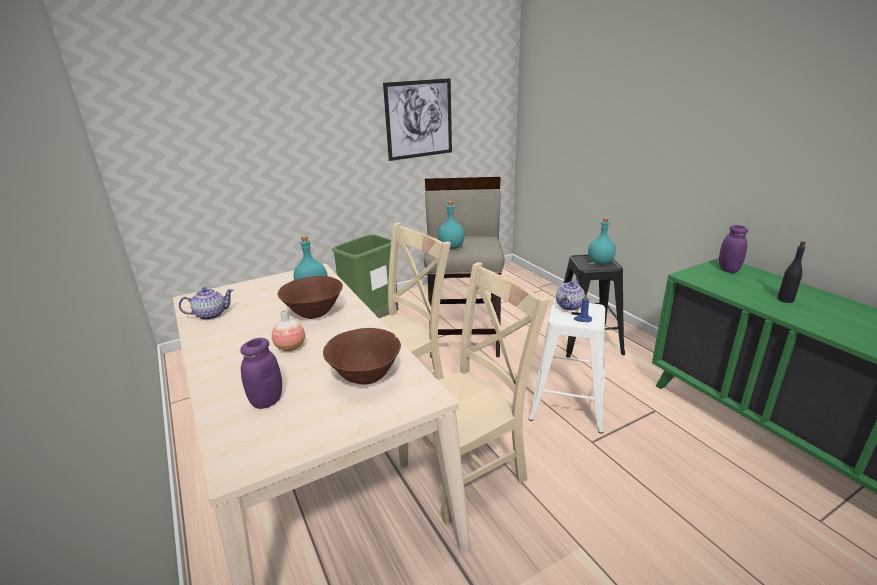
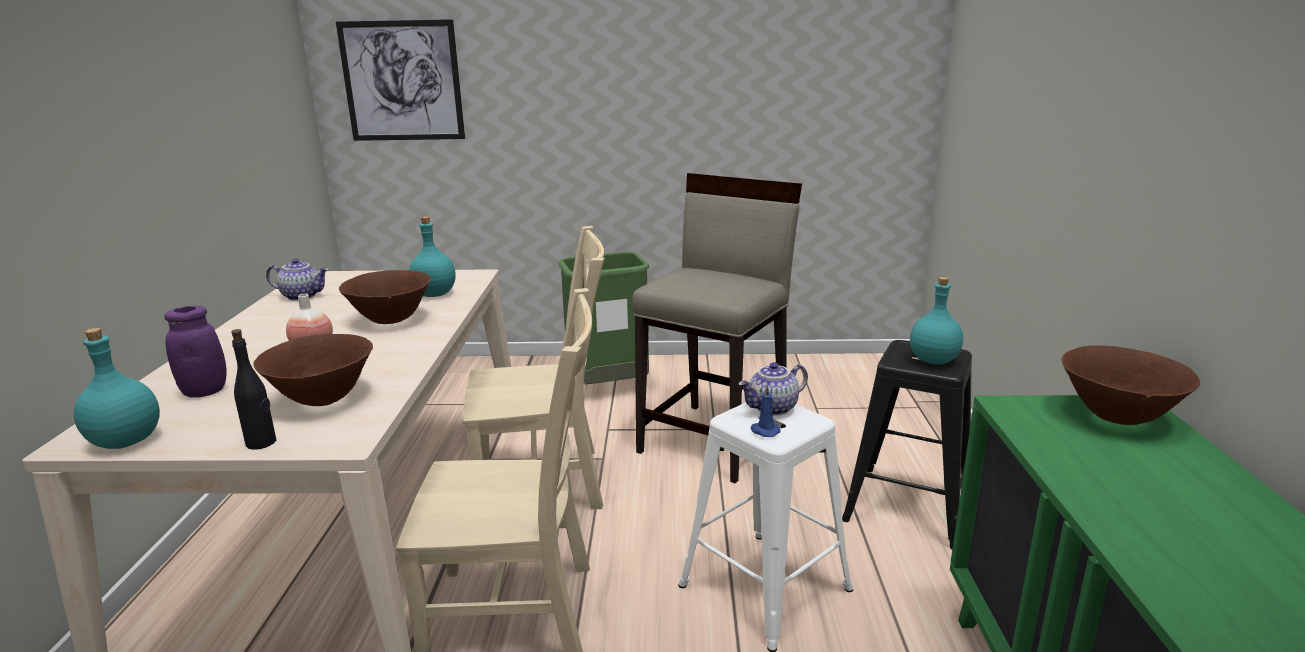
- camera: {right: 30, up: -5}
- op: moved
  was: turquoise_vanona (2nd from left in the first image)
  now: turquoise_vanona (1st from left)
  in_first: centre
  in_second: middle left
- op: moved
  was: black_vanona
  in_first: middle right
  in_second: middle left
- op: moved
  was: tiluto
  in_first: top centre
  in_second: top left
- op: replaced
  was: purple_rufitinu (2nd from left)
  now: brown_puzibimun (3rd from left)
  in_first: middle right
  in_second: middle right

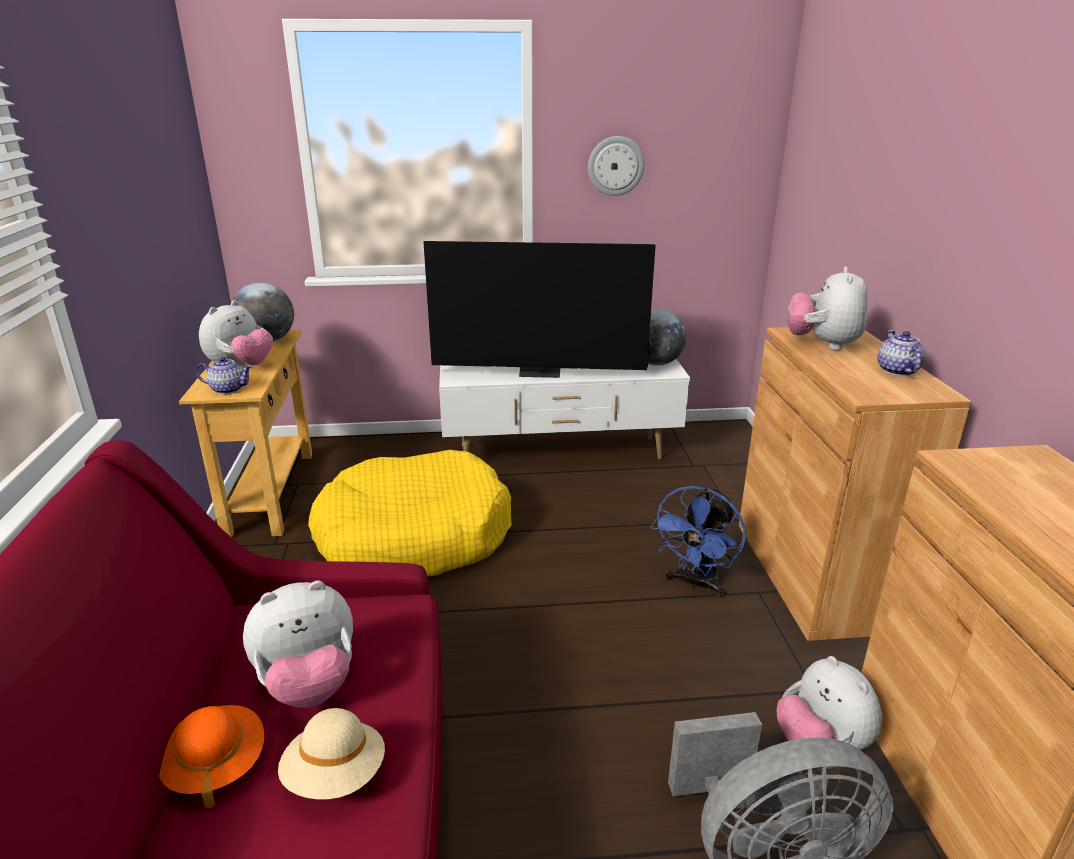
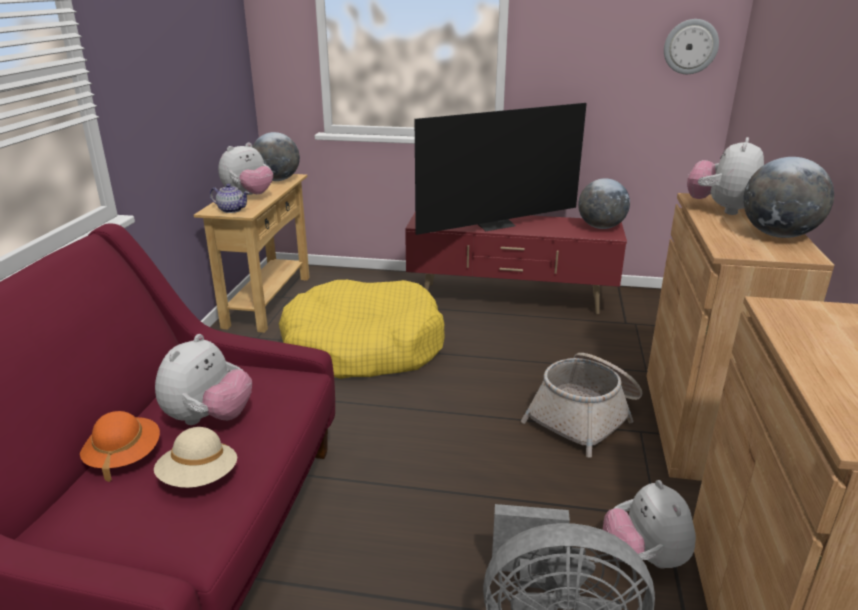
- camera: {right: 15, up: 0}
- op: turned
  was: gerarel (2nd from left in the first image)
  in_first: bottom left
  in_second: middle left
  clockwise: -60
- op: recoloured
  was: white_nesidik
  now: red_nesidik
  in_first: centre
  in_second: centre
- op: turned
  was: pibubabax
  in_first: centre
  in_second: top centre
  clockwise: -45
- op: replaced
  was: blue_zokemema
  now: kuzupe
  in_first: centre
  in_second: middle right
- op: moved
  was: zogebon
  in_first: top centre
  in_second: top right
- op: replaced
  was: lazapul (2nd from left)
  now: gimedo (3rd from left)
  in_first: middle right
  in_second: top right

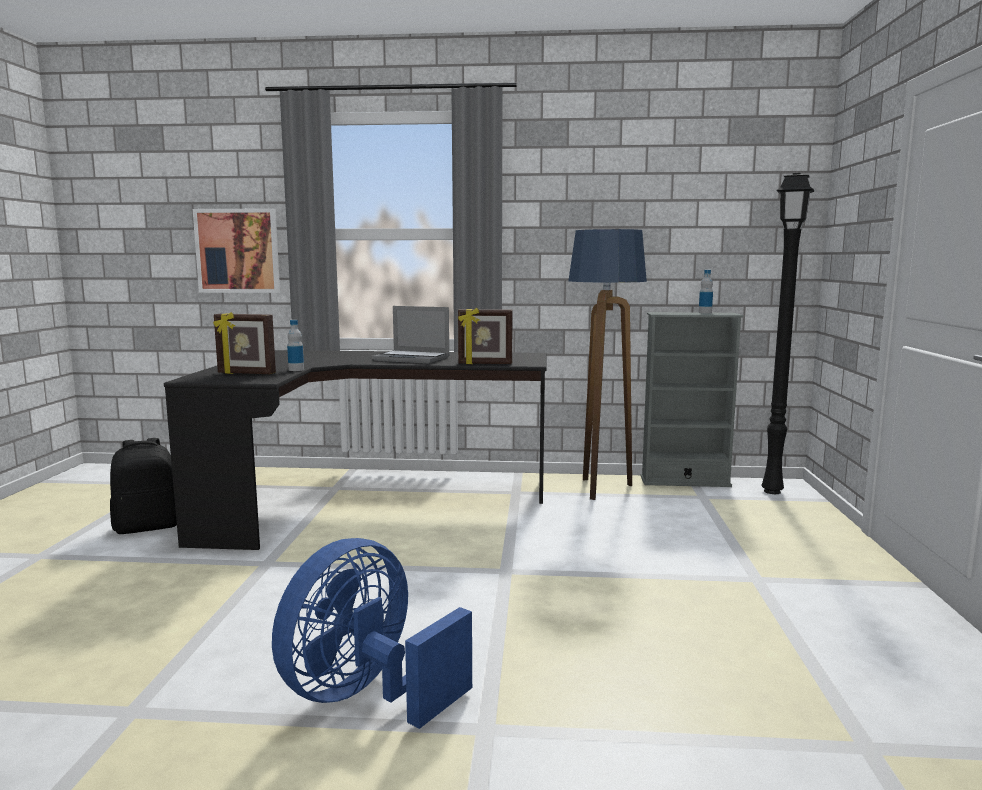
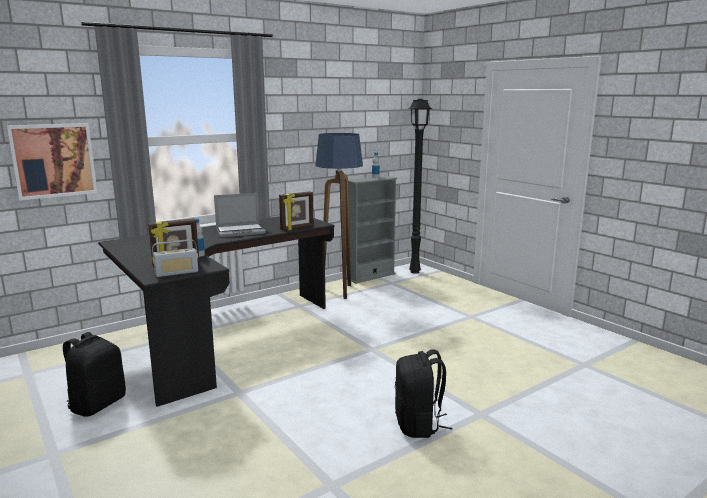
- camera: {right: -40, up: 5}
- op: added
  now: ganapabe
  in_second: middle left
- op: replaced
  was: blue_zokemema
  now: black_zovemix (2nd from left)
  in_first: bottom centre
  in_second: bottom centre

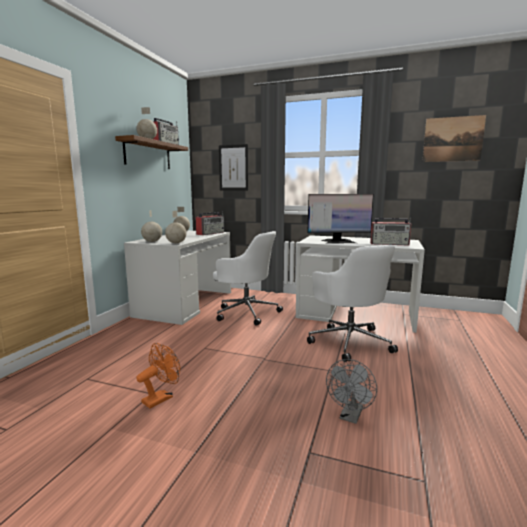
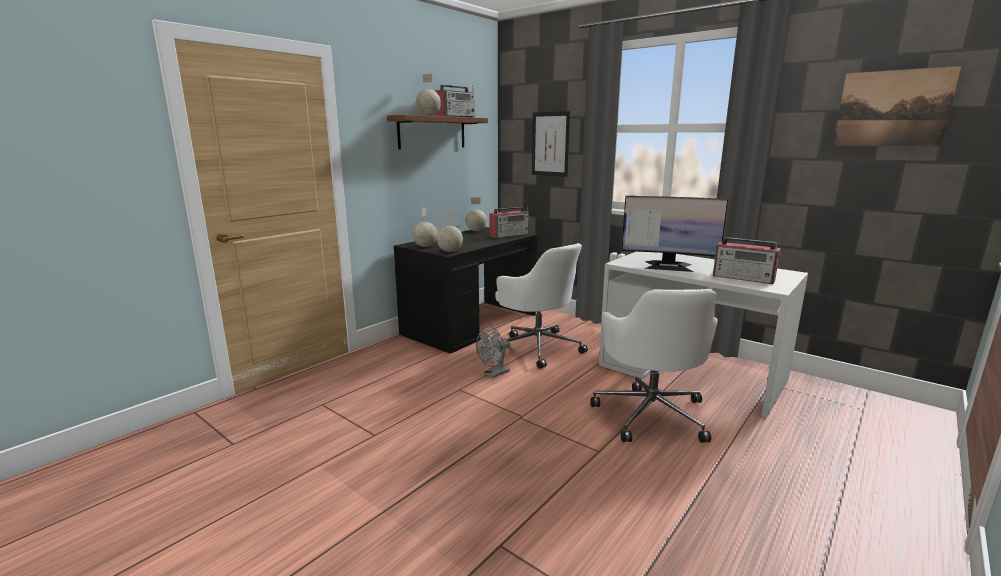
- camera: {right: 20, up: 5}
- op: recoloured
  was: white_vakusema (1st from left)
  now: black_vakusema
  in_first: centre
  in_second: centre
- op: moved
  was: grey_zokemema
  in_first: bottom centre
  in_second: centre
- op: removed
  was: orange_zokemema
  in_first: bottom left

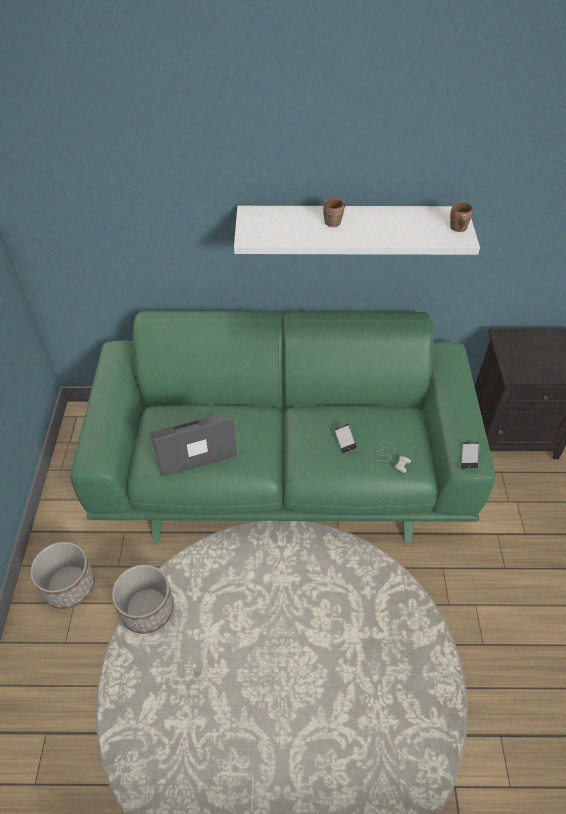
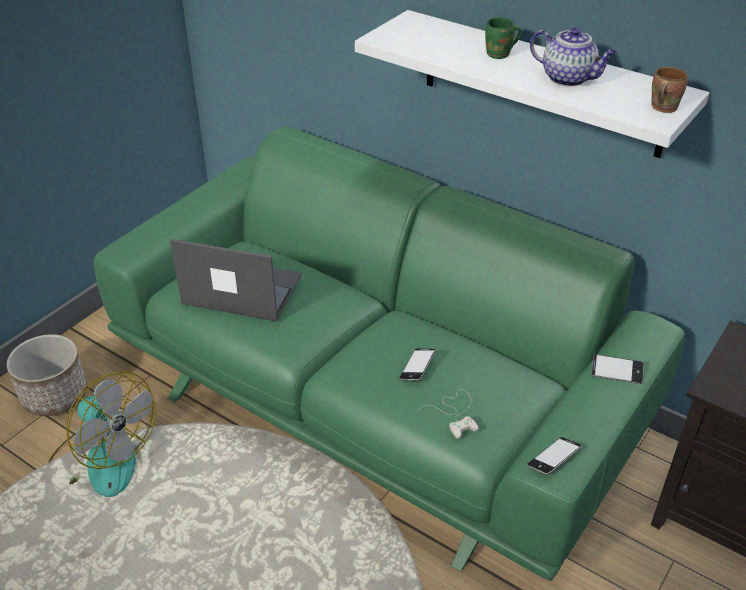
- camera: {right: 35, up: -10}
- op: replaced
  was: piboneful (2nd from left)
  now: zokemema
  in_first: bottom left
  in_second: bottom left
- op: recoloured
  was: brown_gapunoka (1st from left)
  now: green_gapunoka
  in_first: top centre
  in_second: top right
- op: added
  now: lazapul
  in_second: top right
- op: added
  now: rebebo (3rd from left)
  in_second: middle right

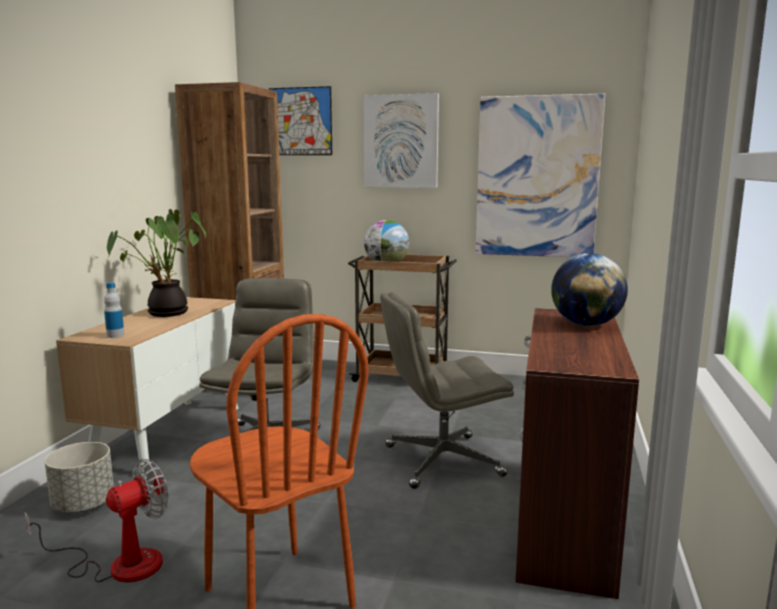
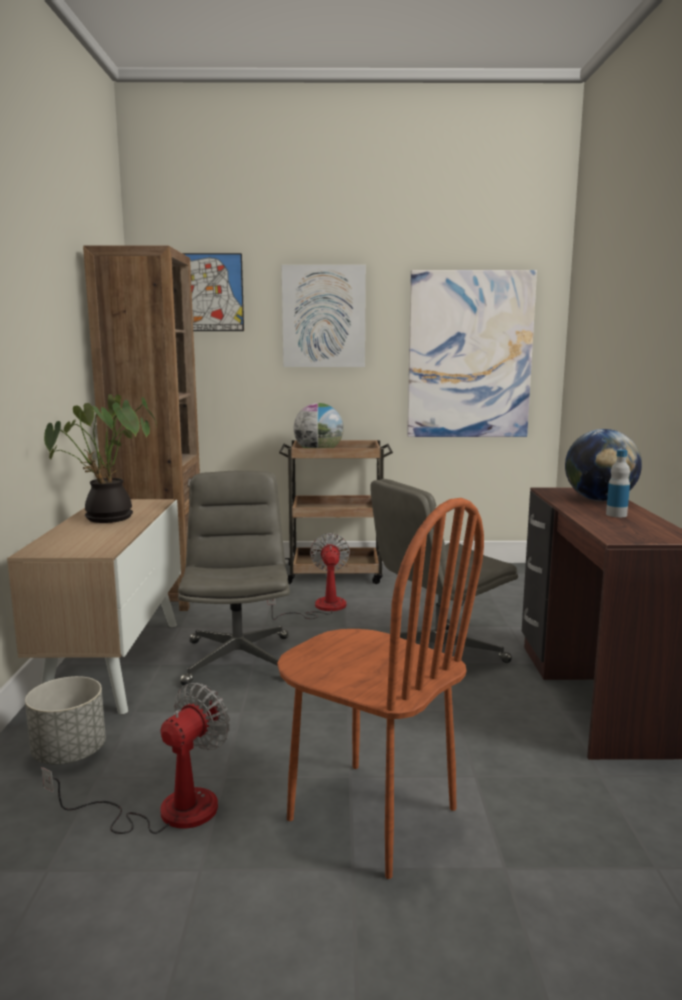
- camera: {right: -15, up: 0}
- op: added
  now: zokemema (2nd from left)
  in_second: centre
- op: moved
  was: vanona
  in_first: middle left
  in_second: middle right

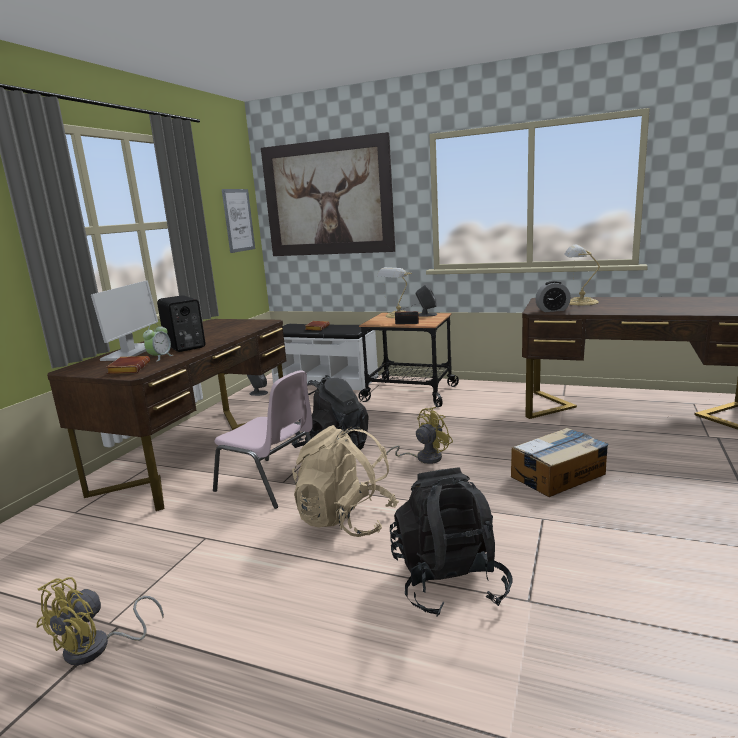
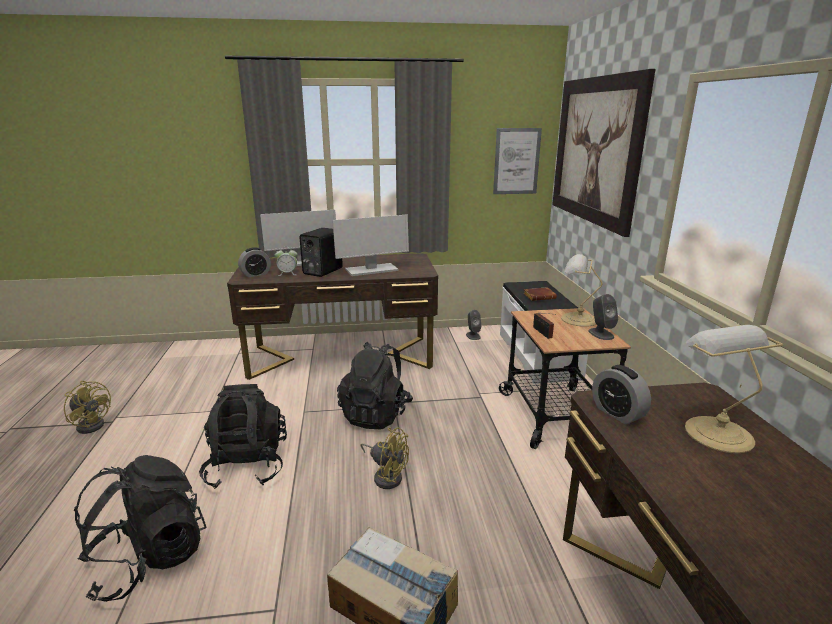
- camera: {right: 60, up: 5}
- op: turned
  was: yellow_zokemema (1st from left)
  in_first: bottom left
  in_second: middle left
  clockwise: -150
- op: recoloured
  was: beige_zovemix
  now: black_zovemix (2nd from left)
  in_first: centre
  in_second: bottom left
- op: replaced
  was: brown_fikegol (1st from left)
  now: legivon (1st from left)
  in_first: middle left
  in_second: middle left
- op: added
  now: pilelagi (2nd from left)
  in_second: centre
- op: removed
  was: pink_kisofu
  in_first: centre

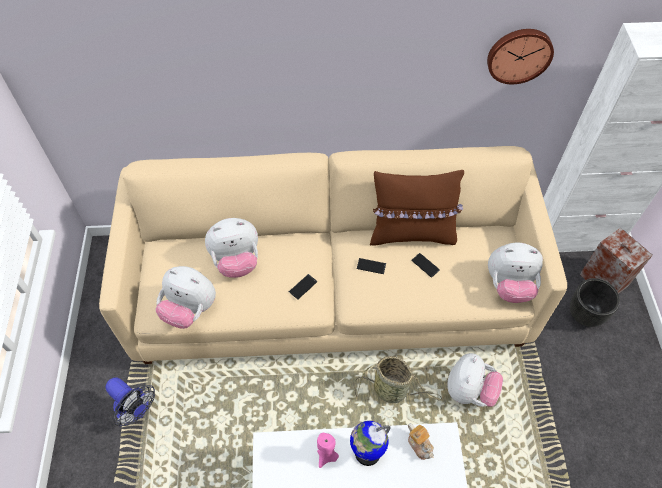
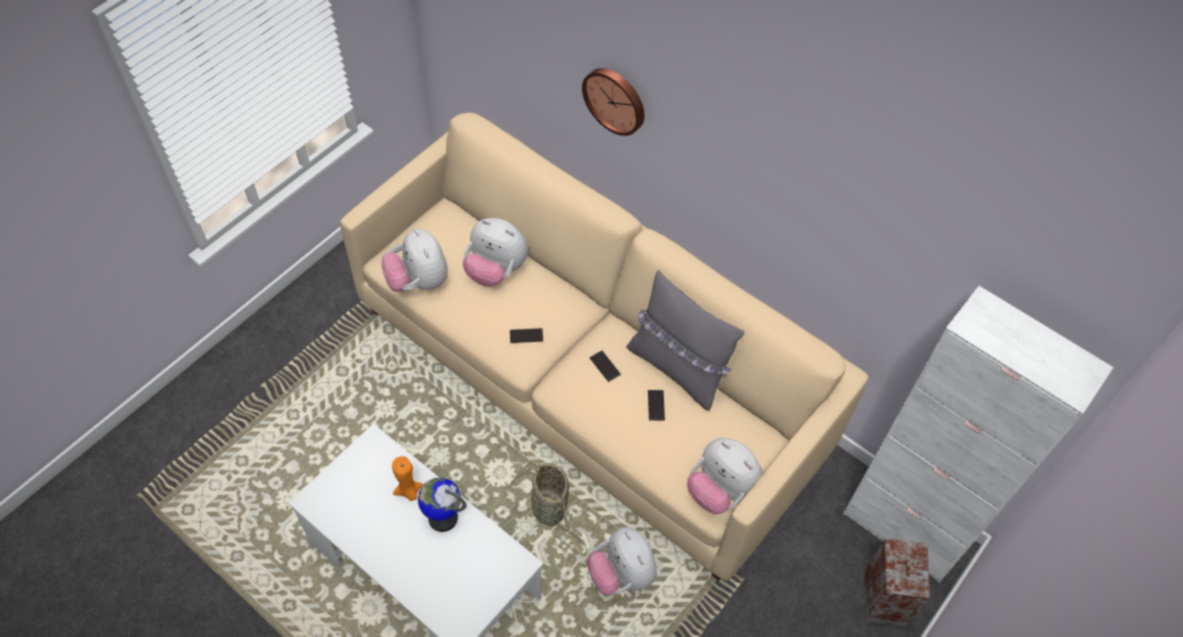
- camera: {right: 40, up: 0}
- op: recoloured
  was: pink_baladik
  now: orange_baladik
  in_first: bottom centre
  in_second: bottom centre
- op: moved
  was: zogebon
  in_first: top right
  in_second: top centre
- op: turned
  was: gerarel (3rd from left)
  in_first: bottom right
  in_second: bottom centre
  clockwise: 90
- op: recoloured
  was: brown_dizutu
  now: grey_dizutu
  in_first: centre
  in_second: centre
- op: removed
  was: zokemema
  in_first: bottom left
- op: removed
  was: lazapul
  in_first: bottom centre
- op: removed
  was: black_piboneful
  in_first: middle right

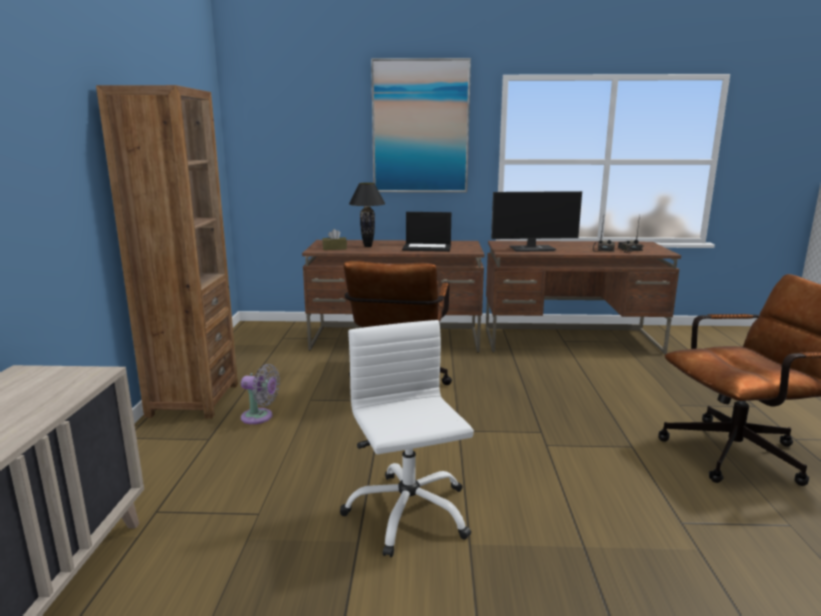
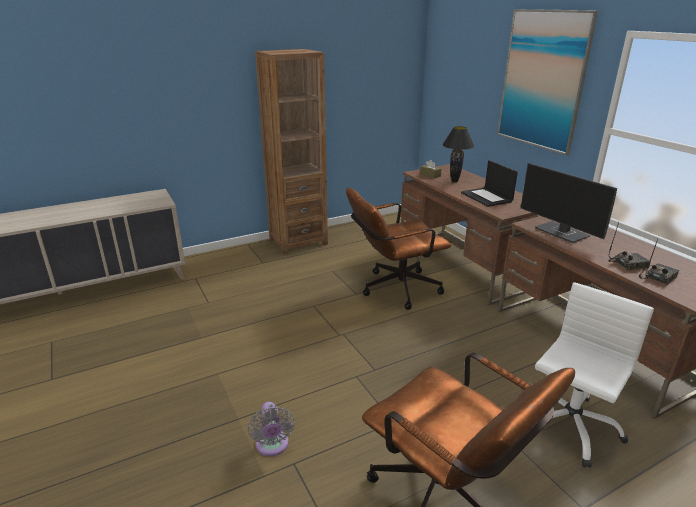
- camera: {right: 60, up: 10}
- op: moved
  was: grey_zokemema
  in_first: middle left
  in_second: bottom centre
- op: moved
  was: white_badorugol
  in_first: bottom centre
  in_second: bottom right

